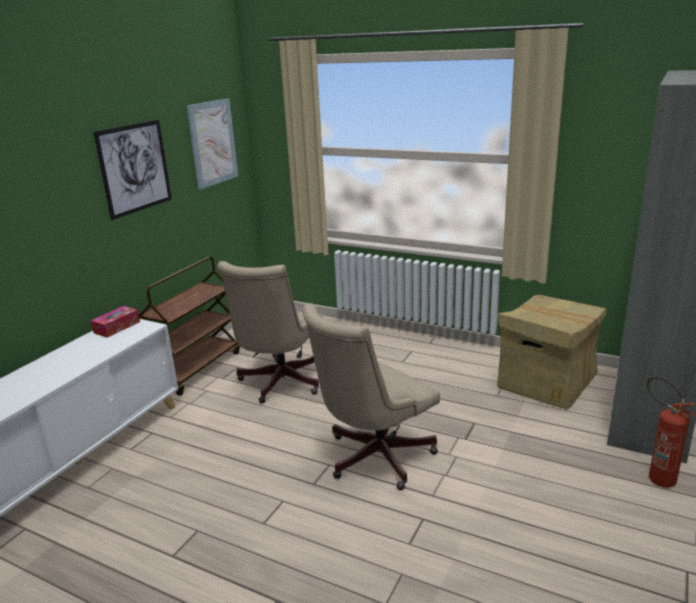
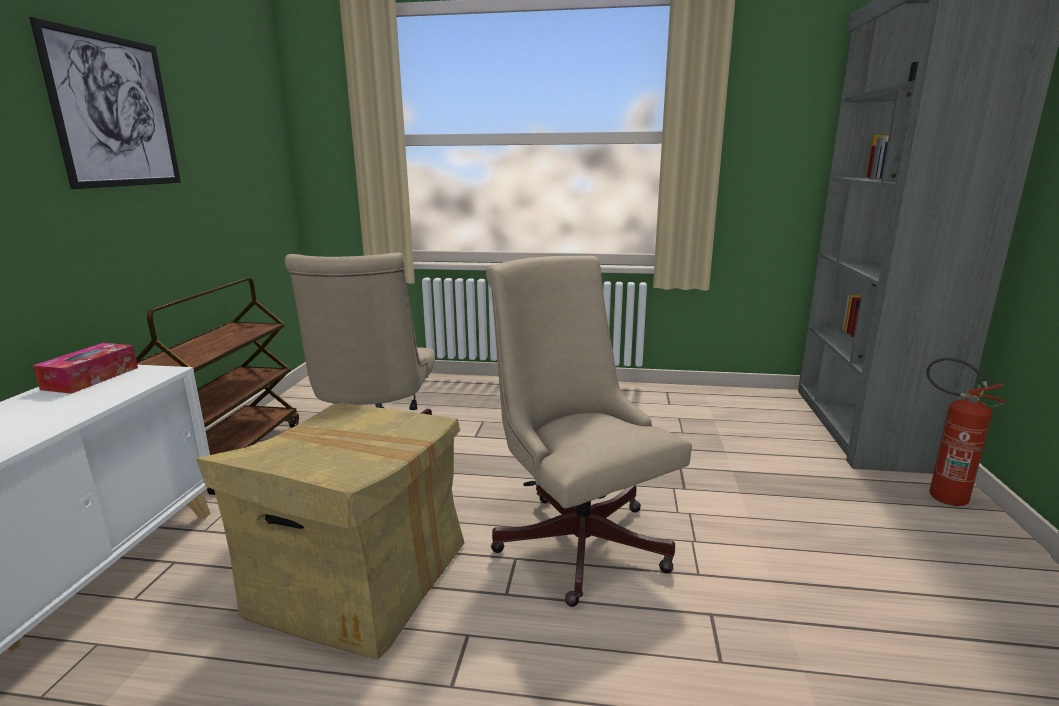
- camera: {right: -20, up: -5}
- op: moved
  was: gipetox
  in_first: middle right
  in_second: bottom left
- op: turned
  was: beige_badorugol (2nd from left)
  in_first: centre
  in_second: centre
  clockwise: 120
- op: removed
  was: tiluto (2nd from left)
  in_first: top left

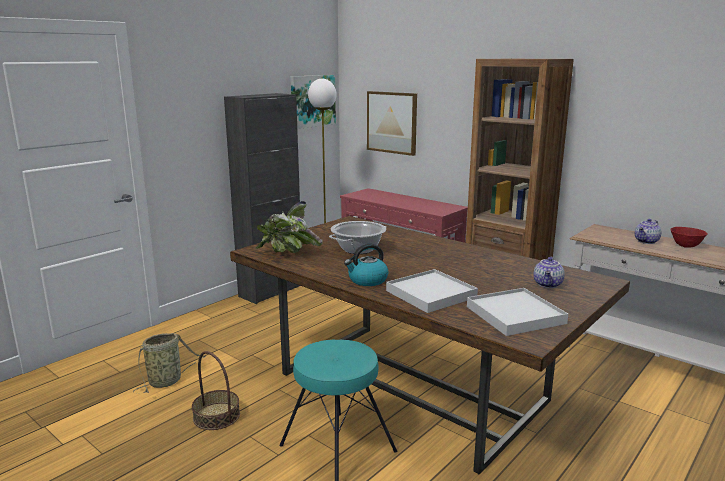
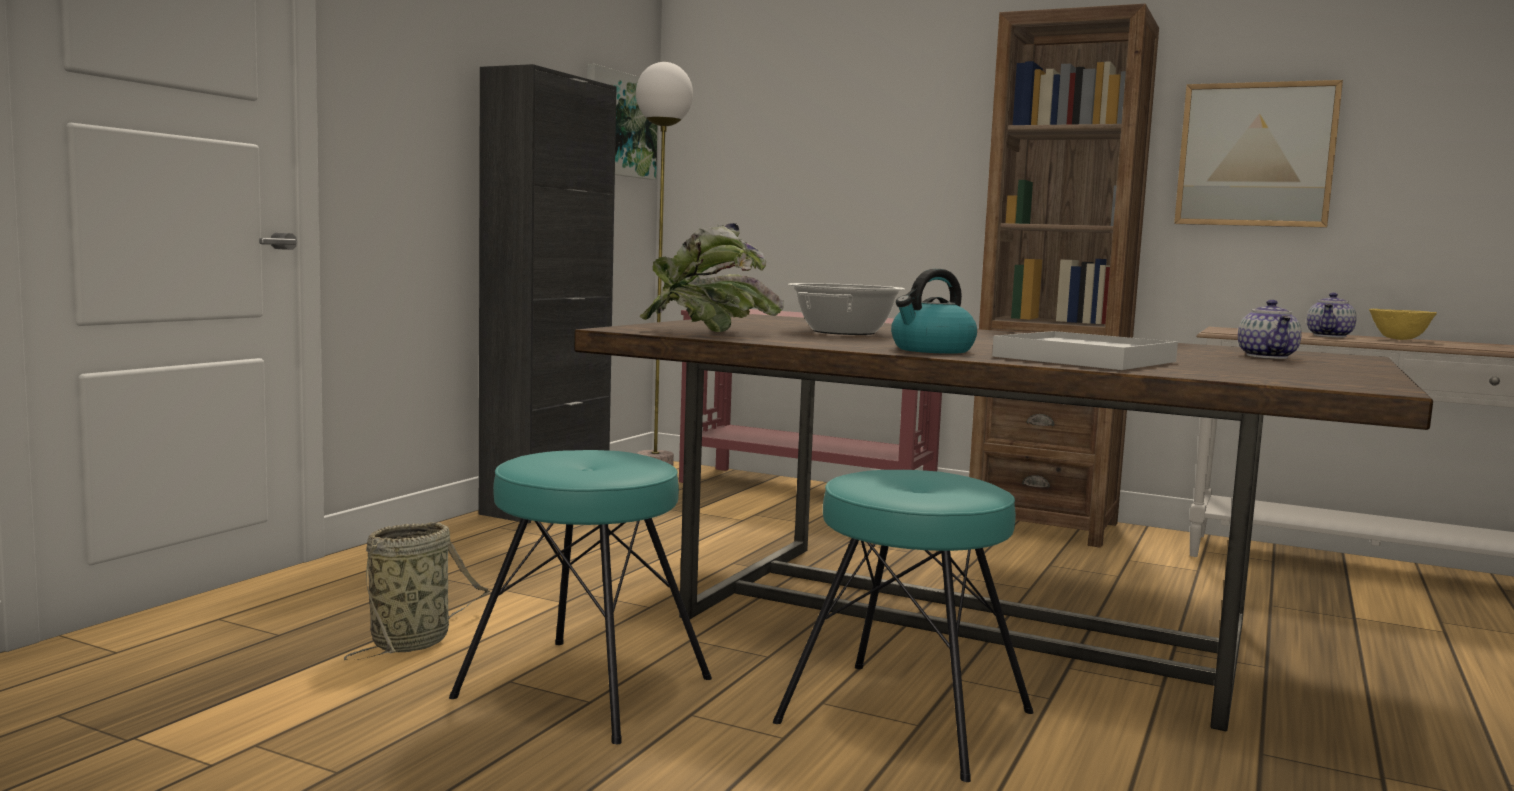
- camera: {right: -15, up: -10}
- op: replaced
  was: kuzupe (2nd from left)
  now: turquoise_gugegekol (1st from left)
  in_first: bottom left
  in_second: bottom centre
- op: moved
  was: tiluto (2nd from left)
  in_first: top centre
  in_second: top right
- op: recoloured
  was: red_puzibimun
  now: yellow_puzibimun
  in_first: middle right
  in_second: middle right
- op: removed
  was: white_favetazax (2nd from left)
  in_first: middle right

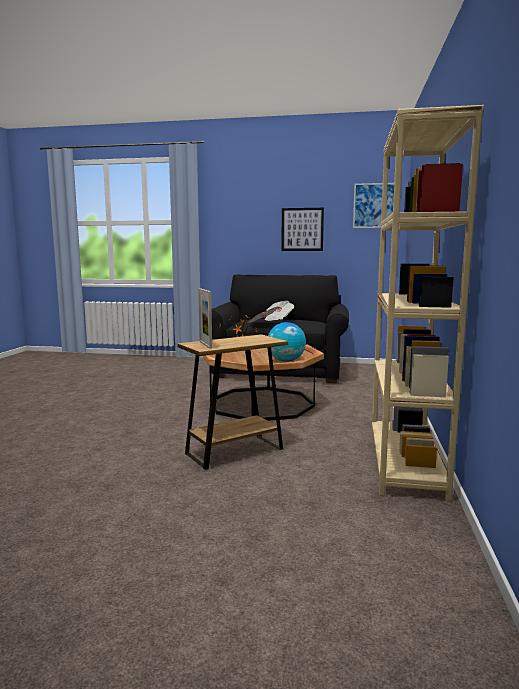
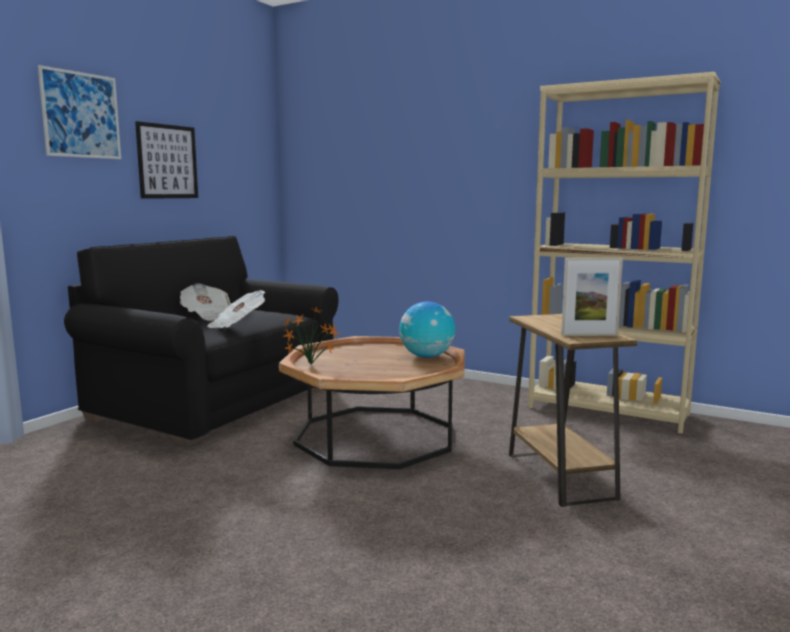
- camera: {right: -70, up: 0}
- op: moved
  was: tiluto (2nd from left in the first image)
  now: tiluto (1st from left)
  in_first: top right
  in_second: top left

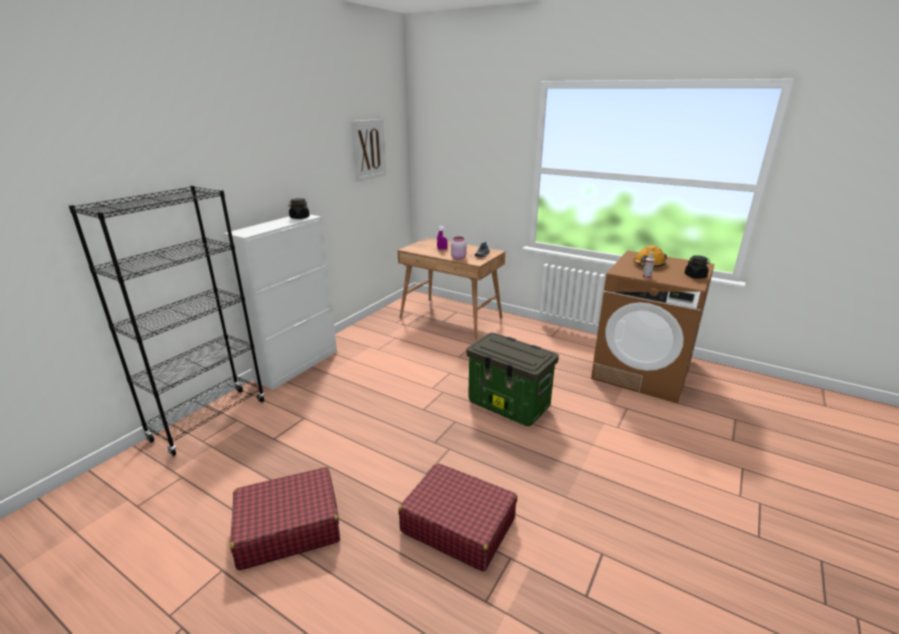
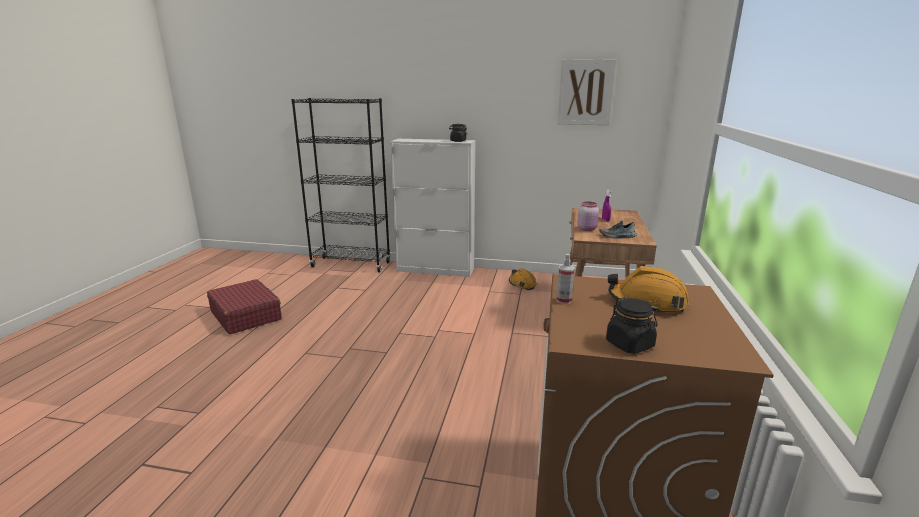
- camera: {right: 70, up: -5}
- op: added
  now: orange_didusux (1st from left)
  in_second: centre
- op: removed
  was: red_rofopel (2nd from left)
  in_first: bottom centre
- op: removed
  was: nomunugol
  in_first: centre

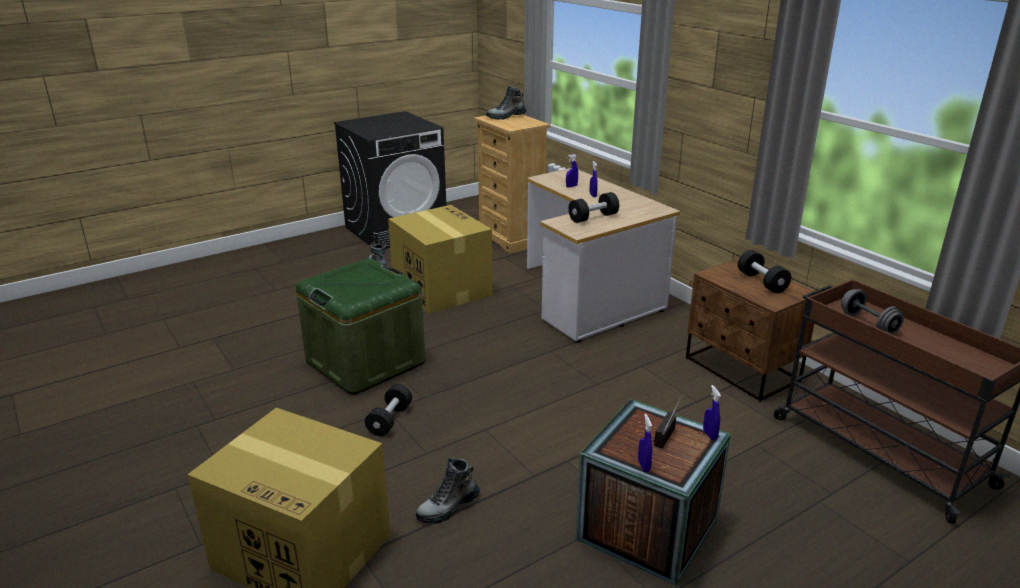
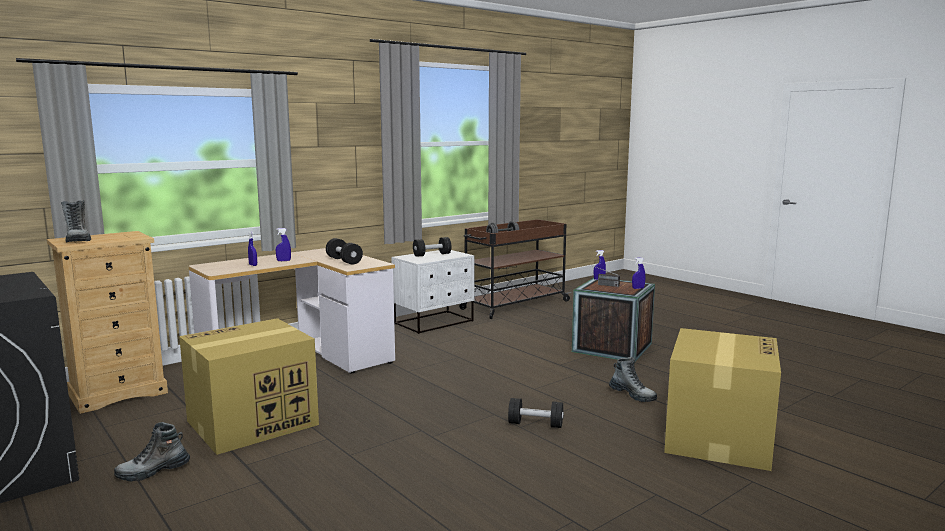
- camera: {right: -95, up: -15}
- op: recoloured
  was: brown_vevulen
  now: white_vevulen
  in_first: middle right
  in_second: centre
- op: removed
  was: green_nomunugol
  in_first: centre

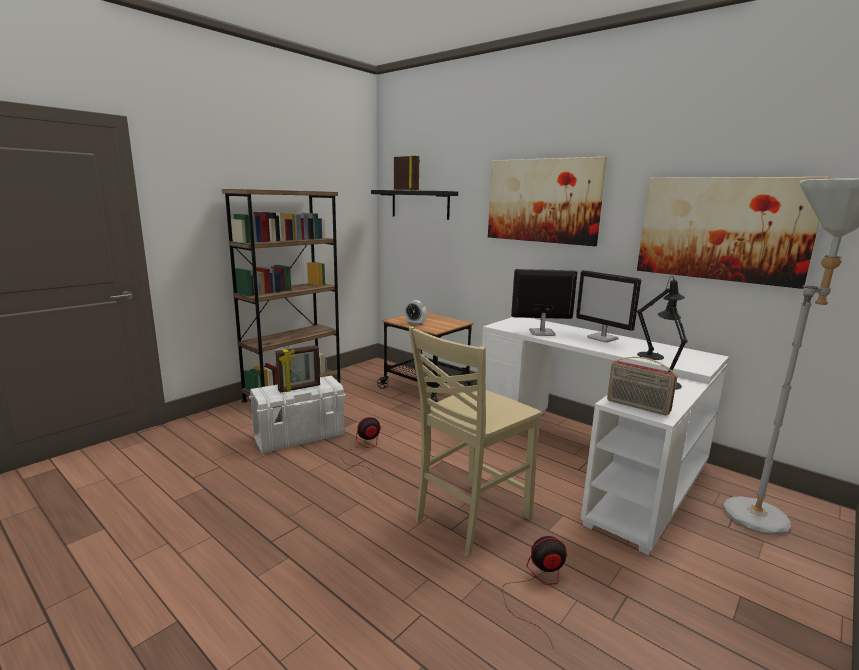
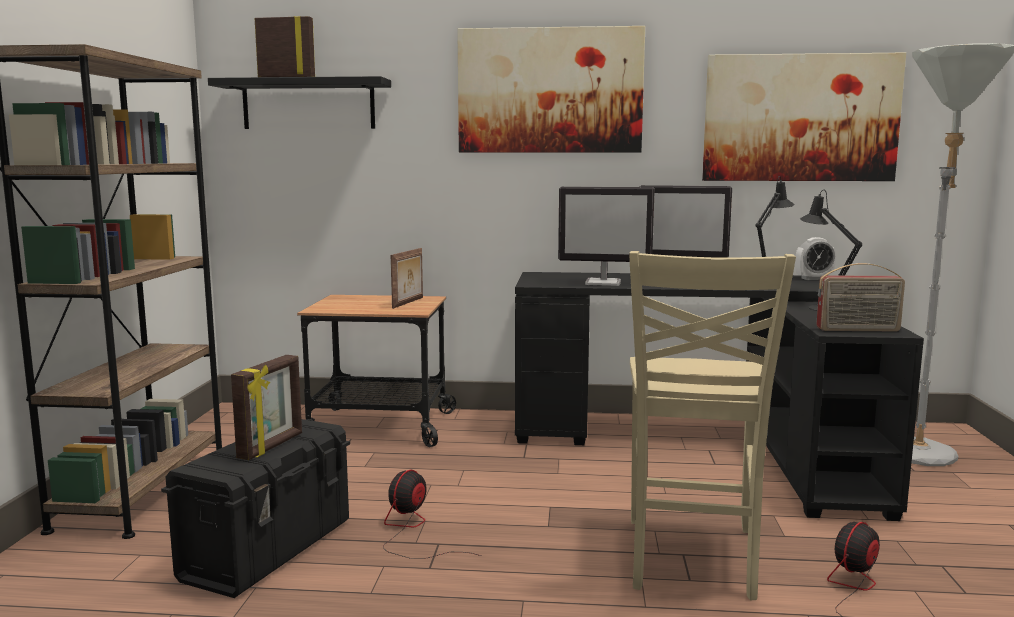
- camera: {right: -35, up: -5}
- op: recoloured
  was: white_nomunugol
  now: black_nomunugol
  in_first: centre
  in_second: bottom left
- op: added
  now: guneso (3rd from left)
  in_second: centre
- op: recoloured
  was: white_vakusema
  now: black_vakusema
  in_first: middle right
  in_second: middle right
- op: turned
  was: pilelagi (1st from left)
  in_first: centre
  in_second: centre
  clockwise: -135
- op: moved
  was: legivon
  in_first: centre
  in_second: middle right

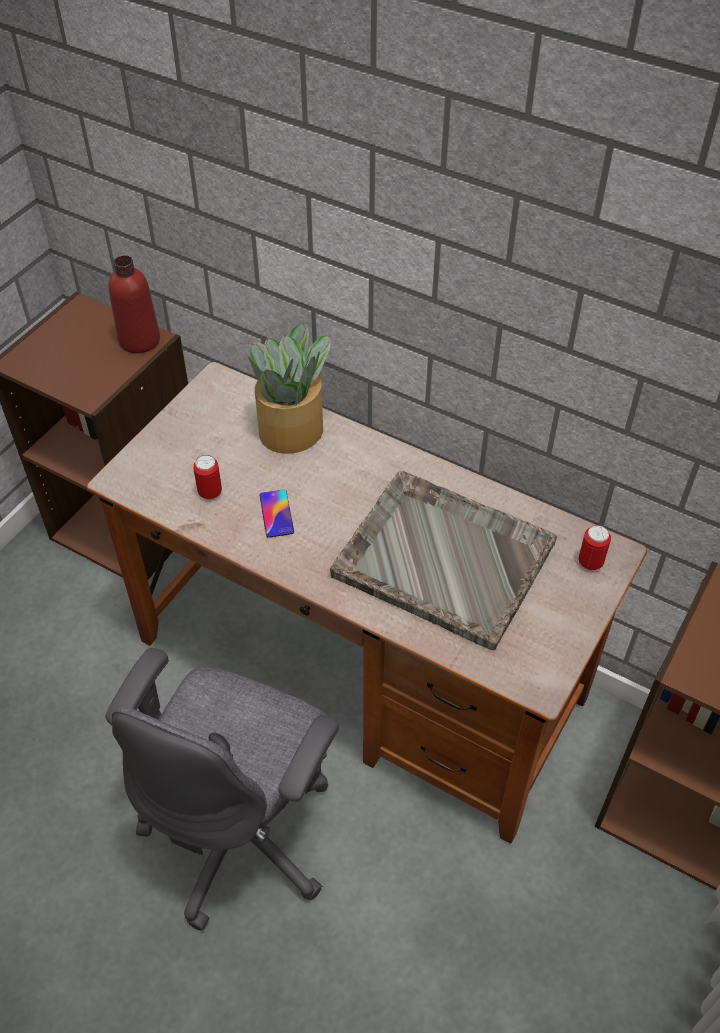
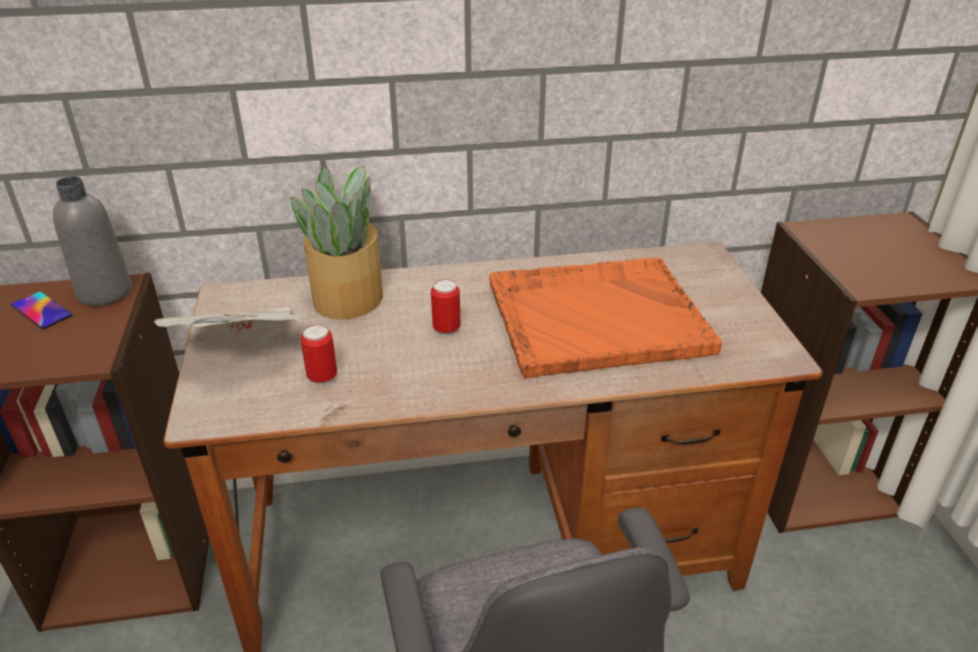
- camera: {right: -40, up: -15}
- op: moved
  was: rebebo
  in_first: centre
  in_second: middle left
- op: recoloured
  was: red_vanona
  now: grey_vanona
  in_first: top left
  in_second: middle left
- op: added
  now: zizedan
  in_second: middle left
- op: moved
  was: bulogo (2nd from left)
  in_first: middle right
  in_second: centre
- op: recoloured
  was: grey_favetazax
  now: orange_favetazax
  in_first: centre
  in_second: centre

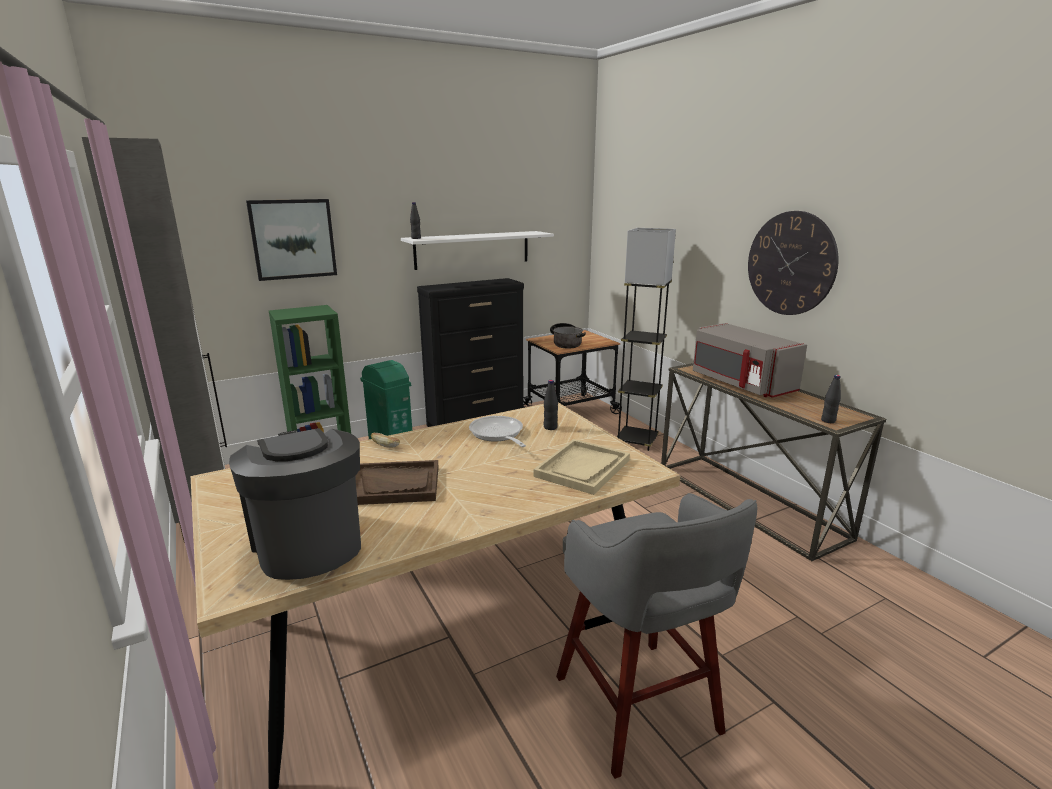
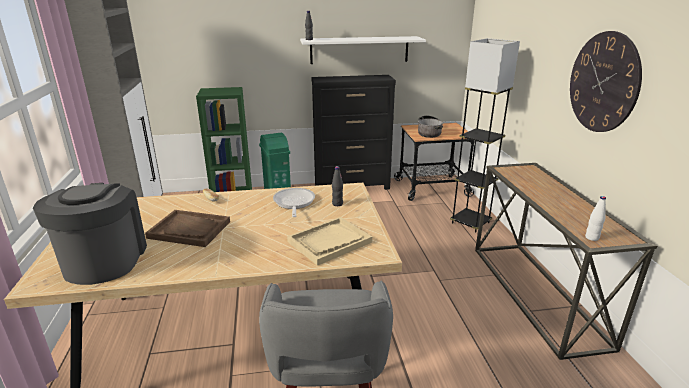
- camera: {right: 20, up: 5}
- op: recoloured
  was: black_vanona (3rd from left)
  now: white_vanona
  in_first: middle right
  in_second: middle right
- op: removed
  was: tiluto
  in_first: top left
- op: removed
  was: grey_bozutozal
  in_first: middle right

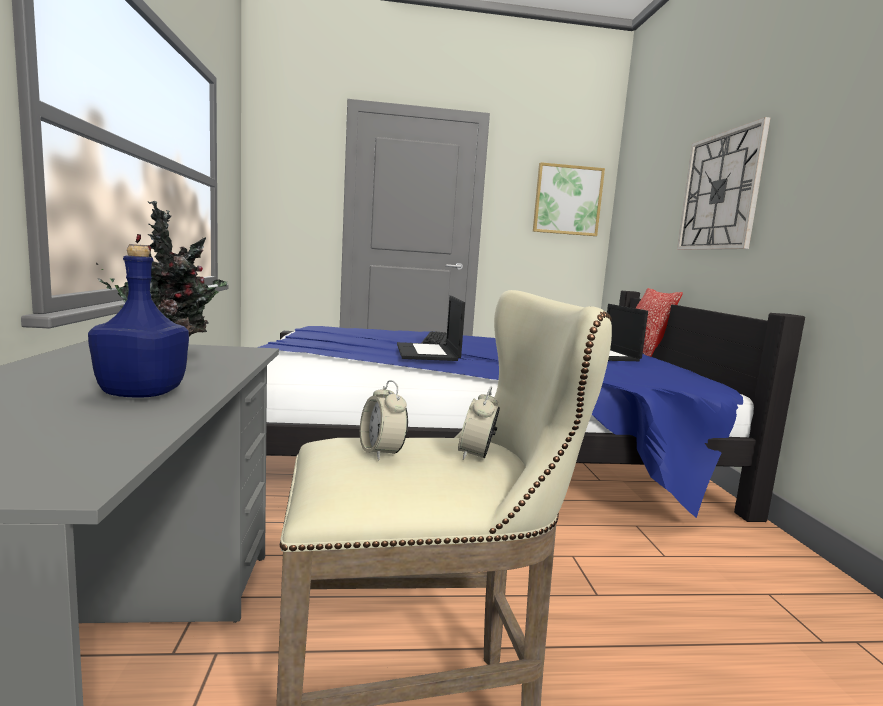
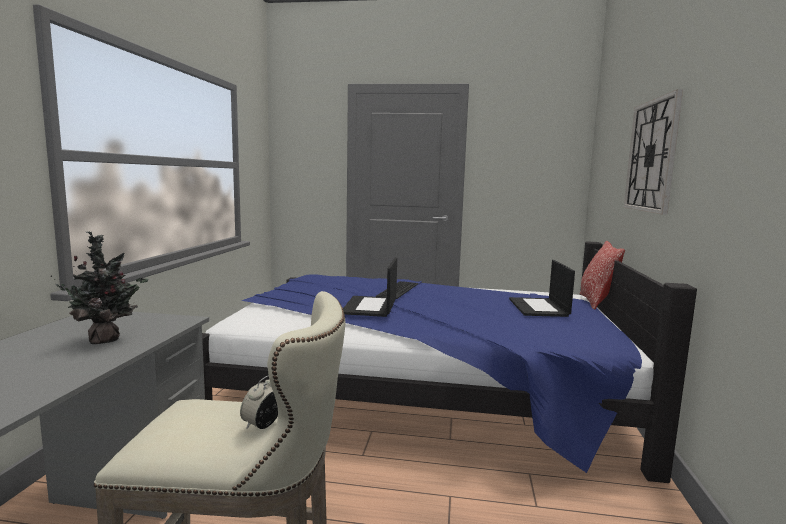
- camera: {right: 15, up: 0}
- op: removed
  was: blue_vanona
  in_first: middle left
- op: removed
  was: legivon (1st from left)
  in_first: centre
- op: removed
  was: tiluto
  in_first: top centre

